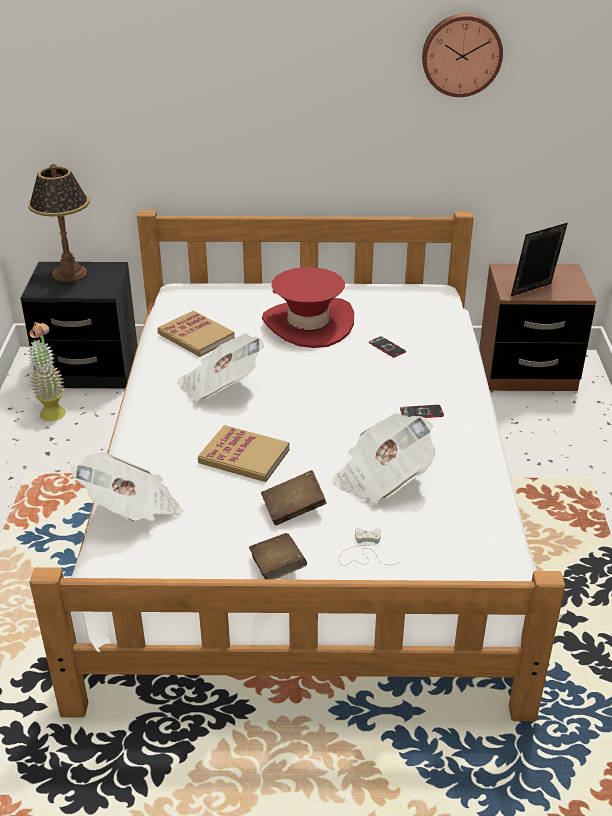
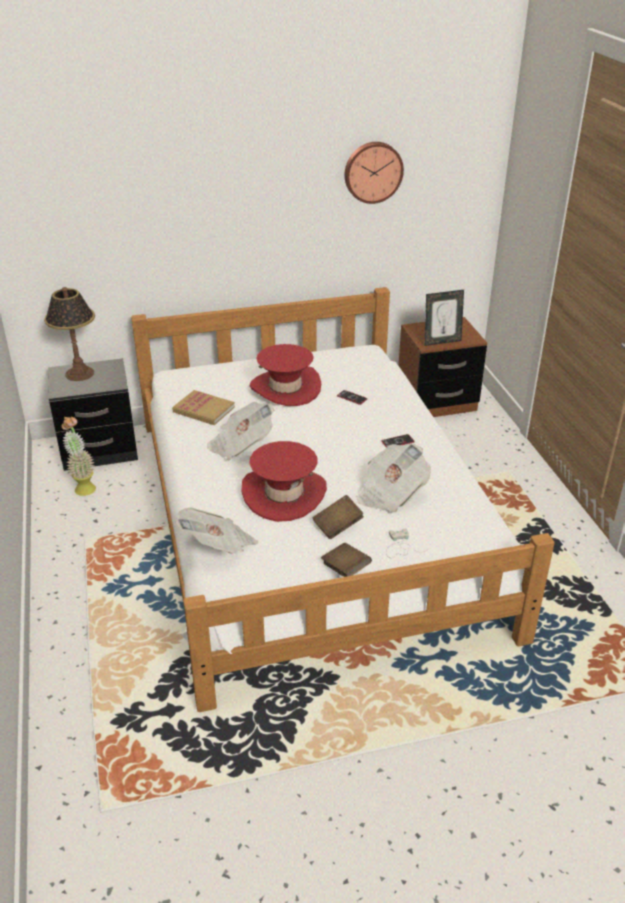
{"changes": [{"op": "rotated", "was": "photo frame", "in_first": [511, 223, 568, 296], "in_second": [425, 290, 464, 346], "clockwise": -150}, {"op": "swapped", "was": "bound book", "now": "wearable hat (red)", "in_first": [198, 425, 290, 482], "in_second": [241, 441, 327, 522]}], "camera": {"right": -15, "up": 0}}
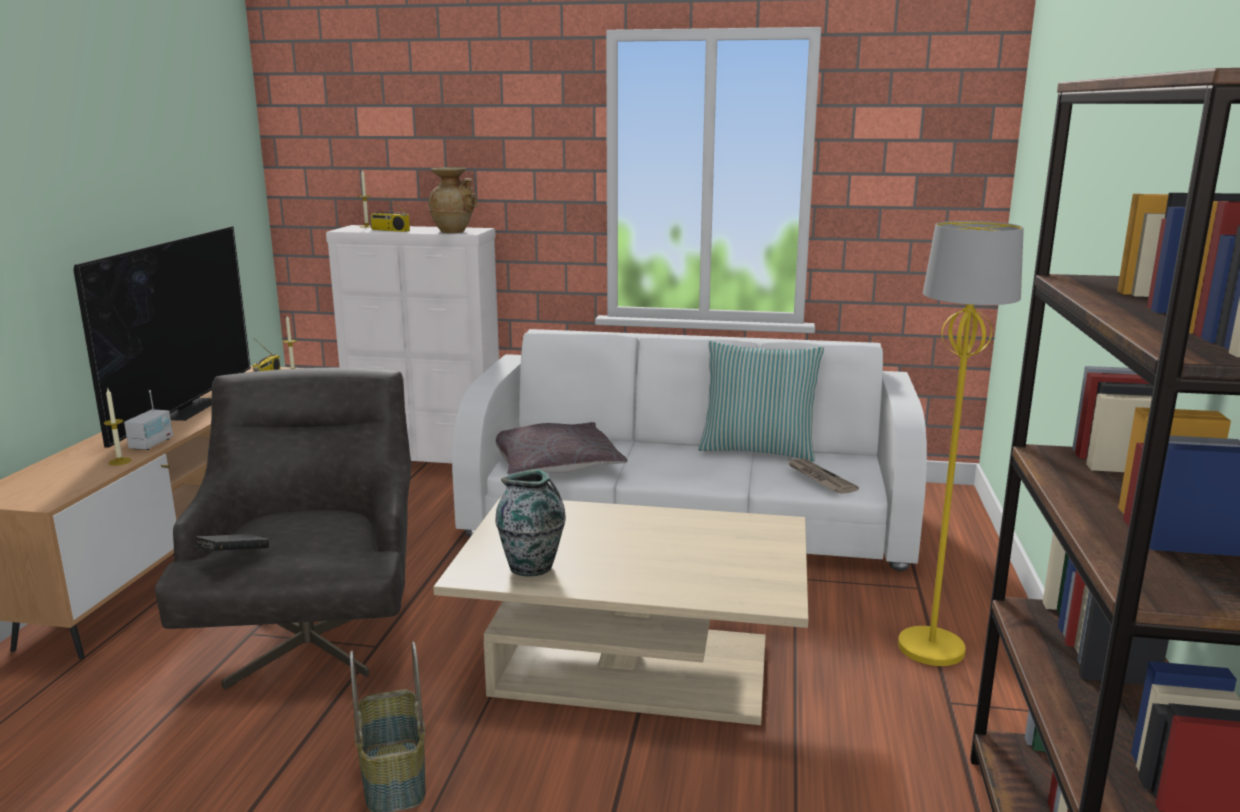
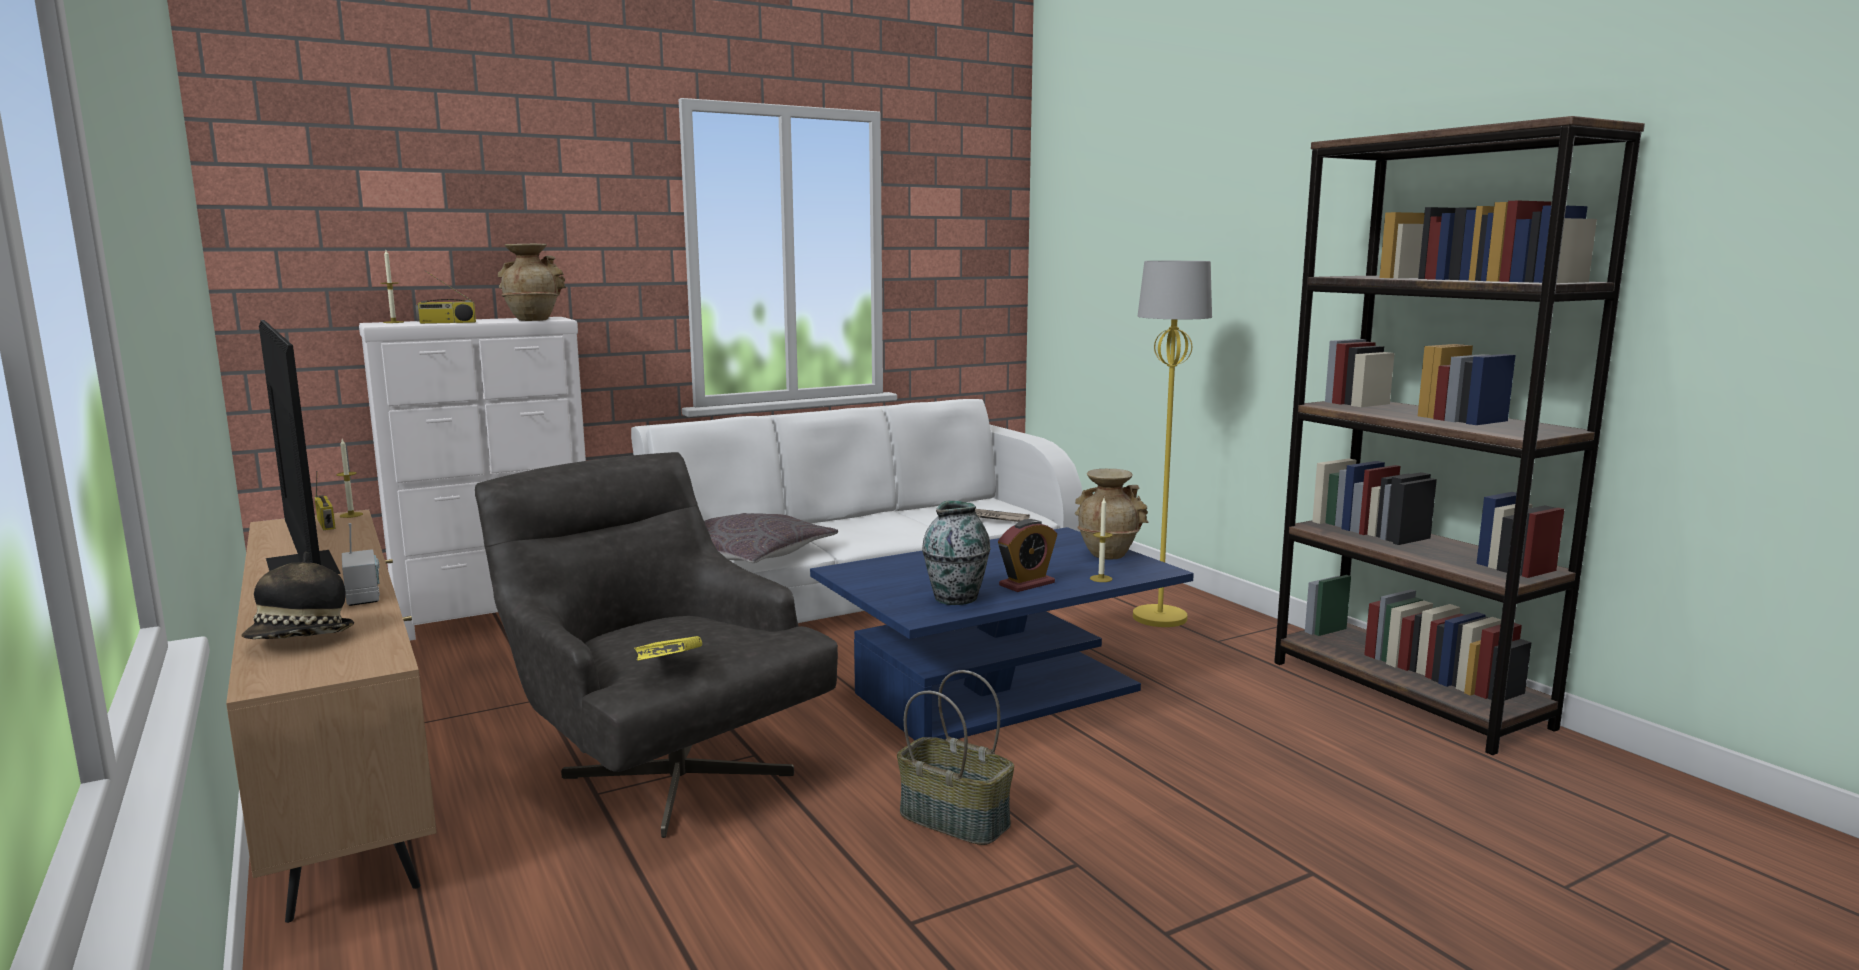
{"changes": [{"op": "gone", "was": "throw pillow", "in_first": [698, 341, 824, 462]}, {"op": "shifted", "was": "wax candle", "in_first": [104, 387, 132, 465], "in_second": [1090, 498, 1113, 582]}, {"op": "repainted", "was": "coffee table (beige-coloured)", "now": "coffee table (bluish)", "in_first": [433, 496, 808, 725], "in_second": [810, 527, 1194, 740]}, {"op": "repainted", "was": "bound book (black)", "now": "bound book (yellowish)", "in_first": [195, 534, 269, 551], "in_second": [634, 636, 702, 661]}, {"op": "new", "now": "decorative vase (beige-coloured)", "in_second": [1075, 469, 1149, 559]}, {"op": "new", "now": "table clock", "in_second": [998, 519, 1057, 592]}, {"op": "new", "now": "wearable hat", "in_second": [242, 552, 354, 639]}], "camera": {"right": -40, "up": -5}}
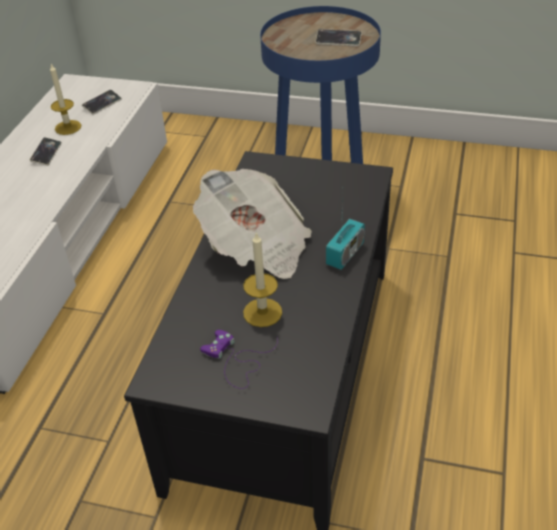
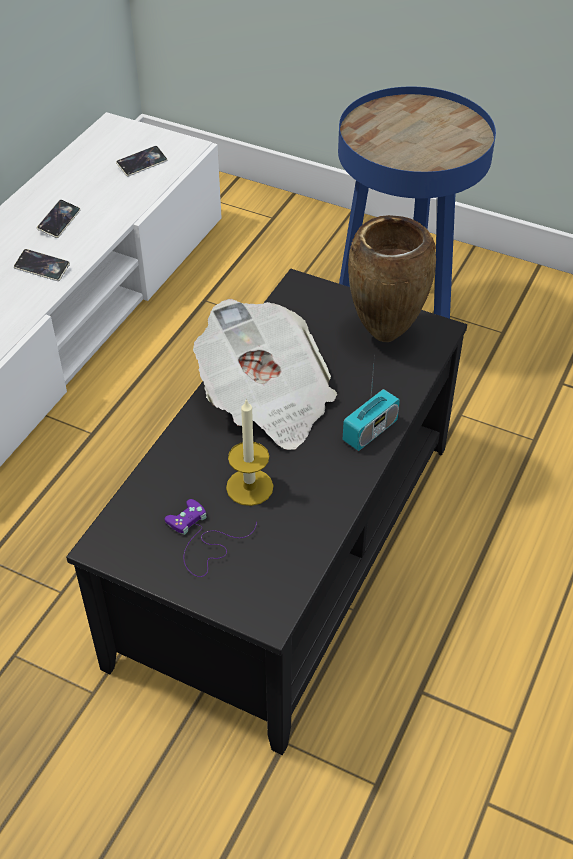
{"changes": [{"op": "shifted", "was": "phone", "in_first": [315, 29, 362, 46], "in_second": [14, 249, 70, 281]}, {"op": "gone", "was": "wax candle", "in_first": [50, 64, 81, 135]}, {"op": "new", "now": "decorative vase (brown-coloured)", "in_second": [348, 215, 436, 342]}], "camera": {"right": 10, "up": 5}}
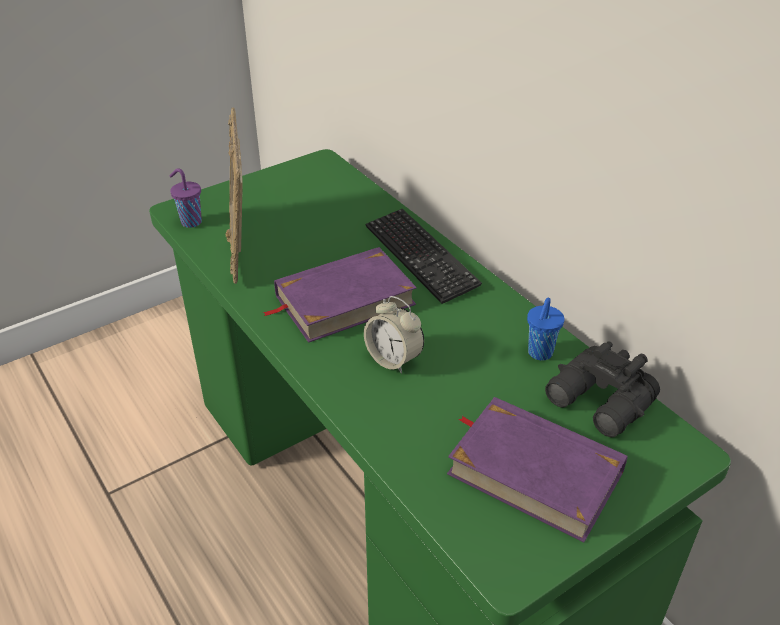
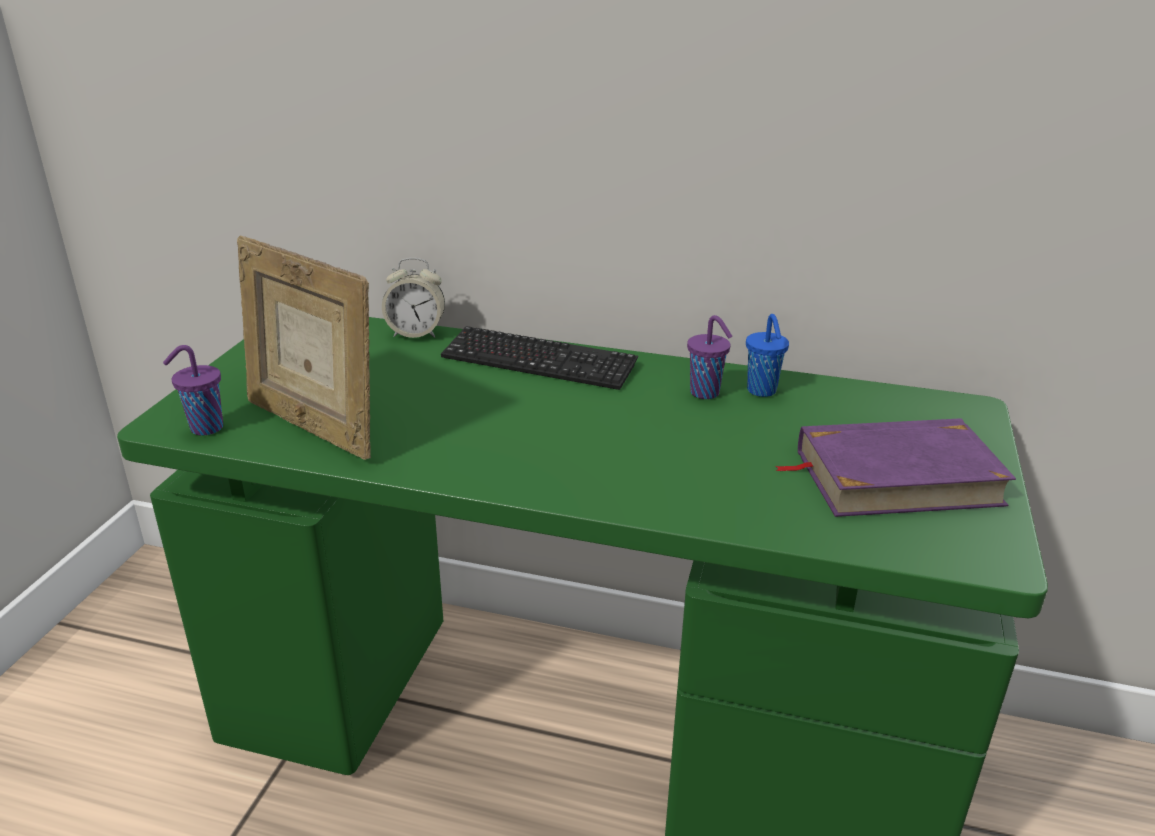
{"changes": [{"op": "gone", "was": "bound book (purple-coloured)", "in_first": [263, 247, 417, 343]}, {"op": "shifted", "was": "table clock", "in_first": [364, 296, 424, 374], "in_second": [382, 258, 445, 338]}, {"op": "gone", "was": "field glasses (black)", "in_first": [545, 341, 660, 437]}, {"op": "new", "now": "drinking cup (purple-coloured)", "in_second": [687, 315, 732, 399]}], "camera": {"right": -40, "up": -10}}
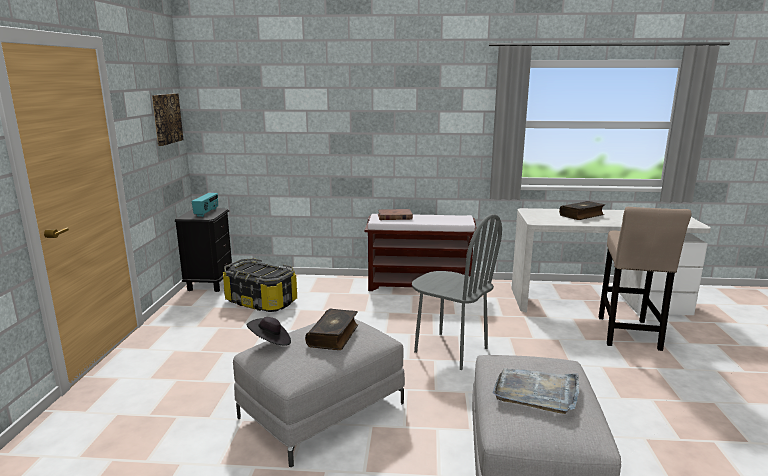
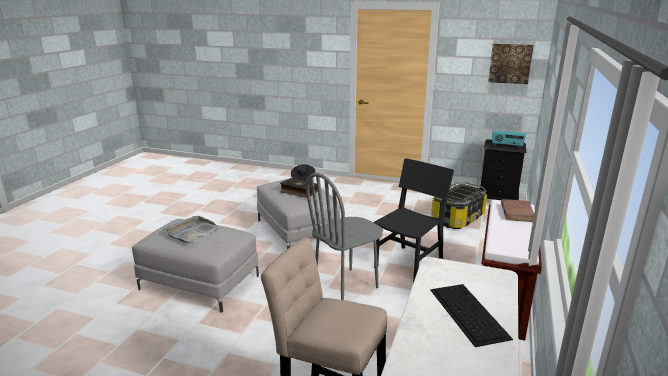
{"changes": [{"op": "swapped", "was": "bound book", "now": "keyboard", "in_first": [559, 201, 605, 220], "in_second": [430, 284, 513, 347]}, {"op": "new", "now": "plain chair (black)", "in_second": [374, 158, 454, 283]}], "camera": {"right": 105, "up": 5}}
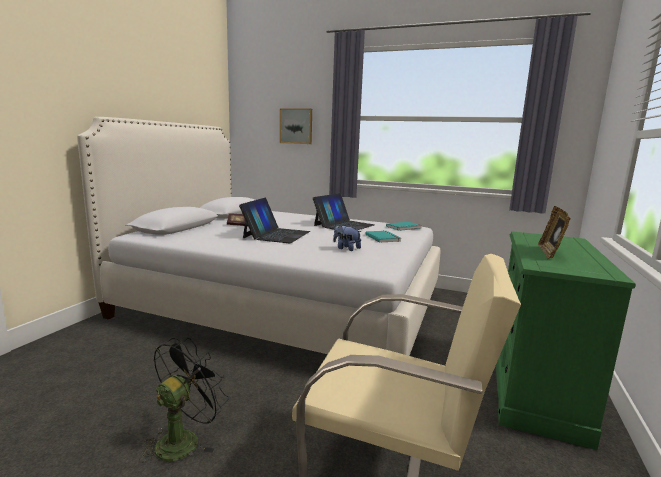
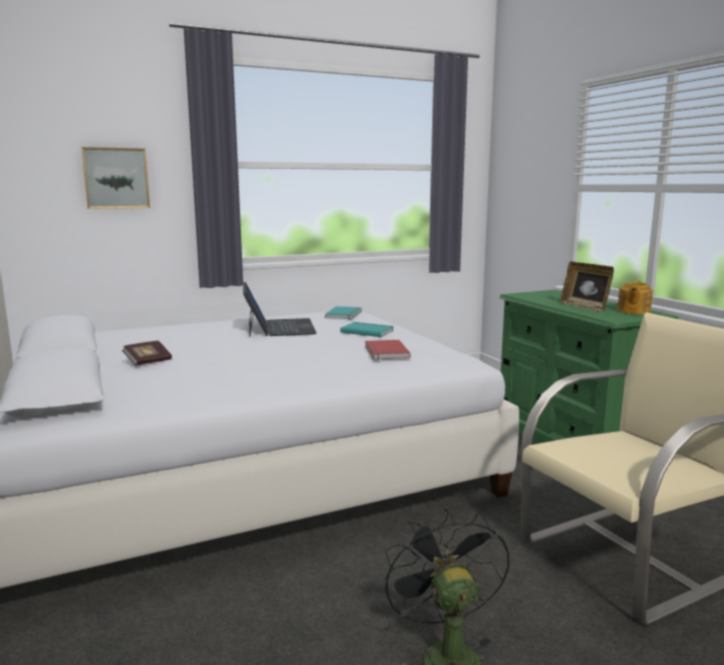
{"changes": [{"op": "gone", "was": "laptop", "in_first": [239, 197, 310, 243]}, {"op": "swapped", "was": "soft toy", "now": "bound book (red)", "in_first": [333, 224, 361, 251], "in_second": [365, 340, 411, 360]}, {"op": "new", "now": "pot for tea", "in_second": [617, 281, 653, 314]}], "camera": {"right": -45, "up": 0}}
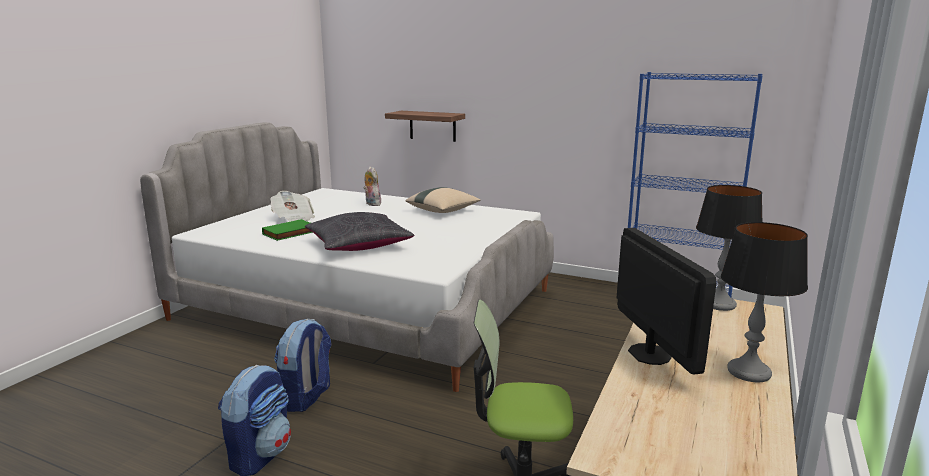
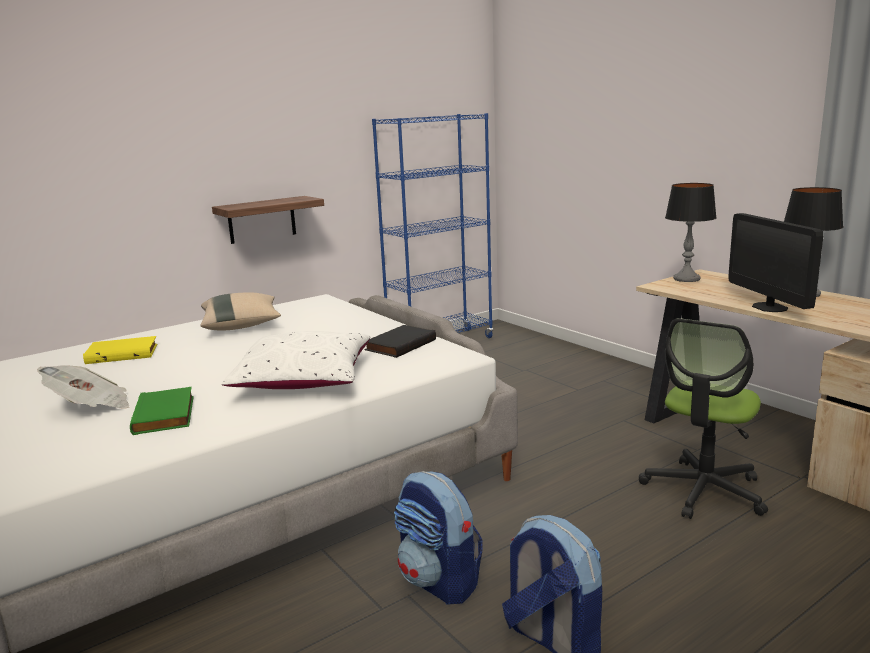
{"changes": [{"op": "shifted", "was": "wall shelf", "in_first": [385, 111, 465, 142], "in_second": [212, 196, 324, 244]}, {"op": "swapped", "was": "soft toy", "now": "bound book (yellowish)", "in_first": [364, 167, 381, 206], "in_second": [83, 336, 157, 364]}, {"op": "repainted", "was": "throw pillow (black)", "now": "throw pillow (white)", "in_first": [305, 212, 415, 251], "in_second": [222, 331, 370, 389]}, {"op": "rotated", "was": "monitor", "in_first": [617, 228, 716, 375], "in_second": [728, 213, 823, 312], "clockwise": -120}, {"op": "new", "now": "bound book (black)", "in_second": [365, 325, 436, 358]}], "camera": {"right": -60, "up": 0}}
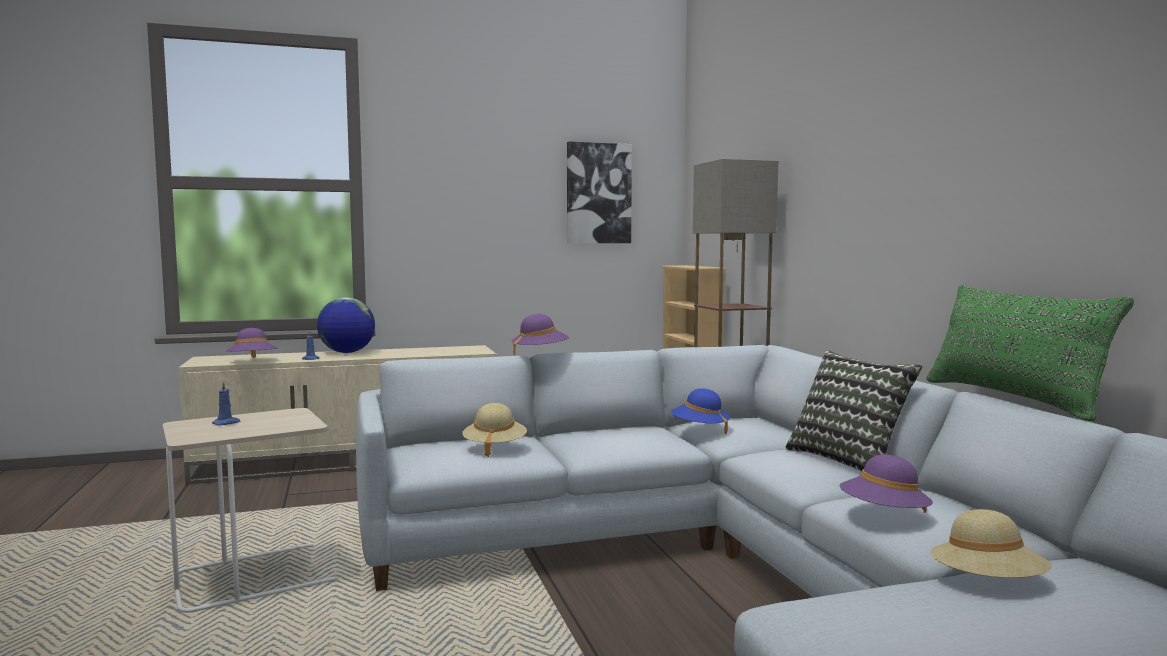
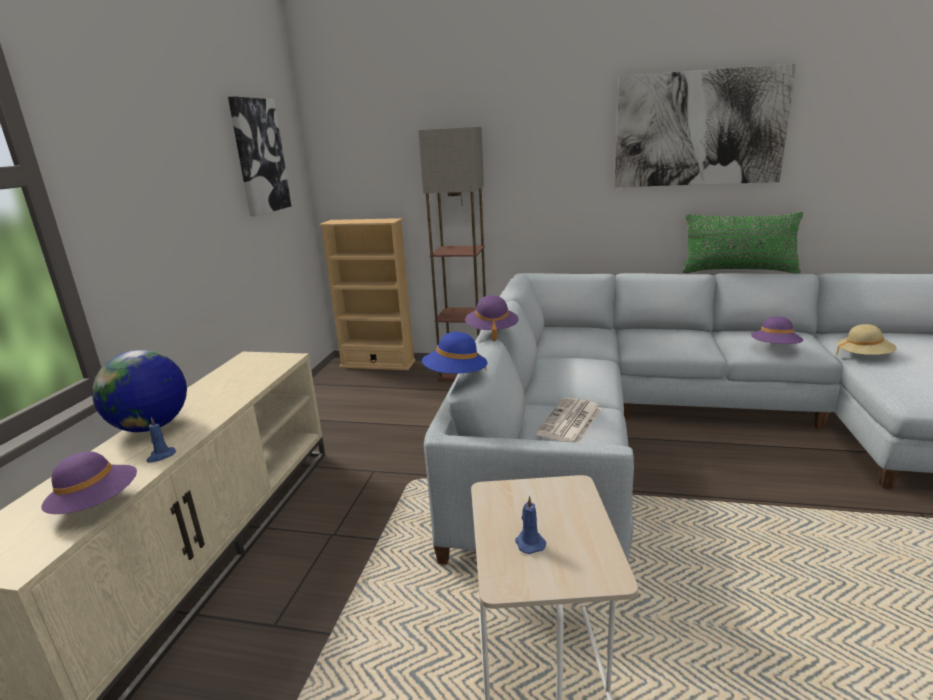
{"changes": [{"op": "gone", "was": "throw pillow", "in_first": [786, 350, 922, 471]}, {"op": "shifted", "was": "wearable hat (bluish)", "in_first": [671, 388, 730, 434], "in_second": [422, 332, 488, 374]}, {"op": "swapped", "was": "wearable hat (beige-coloured)", "now": "printed paper", "in_first": [462, 403, 527, 457], "in_second": [536, 397, 602, 443]}, {"op": "new", "now": "picture", "in_second": [614, 64, 797, 187]}], "camera": {"right": -60, "up": 15}}
